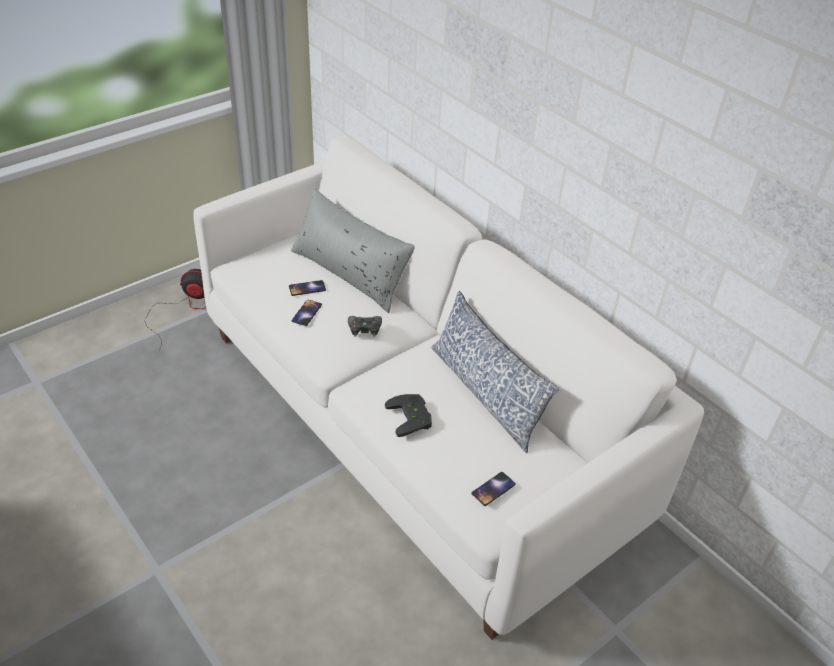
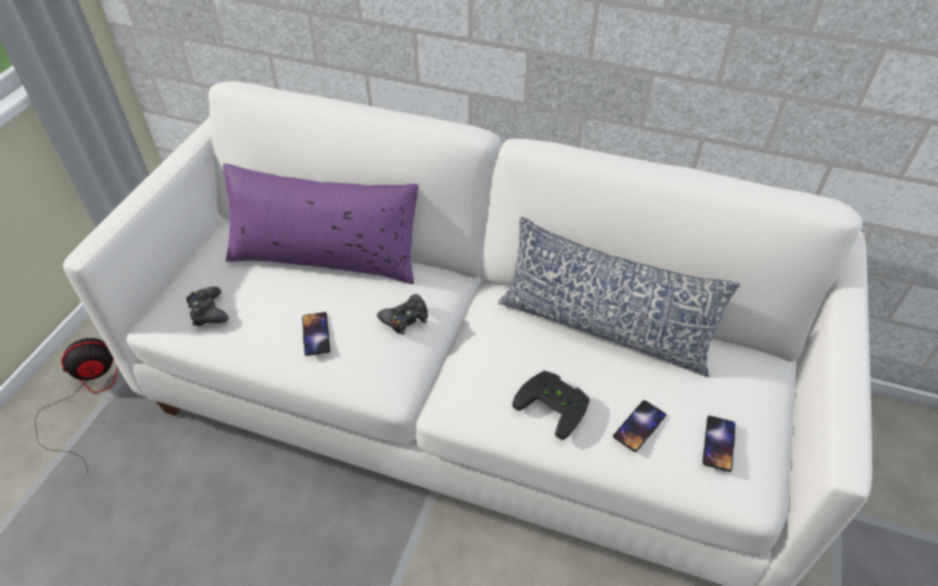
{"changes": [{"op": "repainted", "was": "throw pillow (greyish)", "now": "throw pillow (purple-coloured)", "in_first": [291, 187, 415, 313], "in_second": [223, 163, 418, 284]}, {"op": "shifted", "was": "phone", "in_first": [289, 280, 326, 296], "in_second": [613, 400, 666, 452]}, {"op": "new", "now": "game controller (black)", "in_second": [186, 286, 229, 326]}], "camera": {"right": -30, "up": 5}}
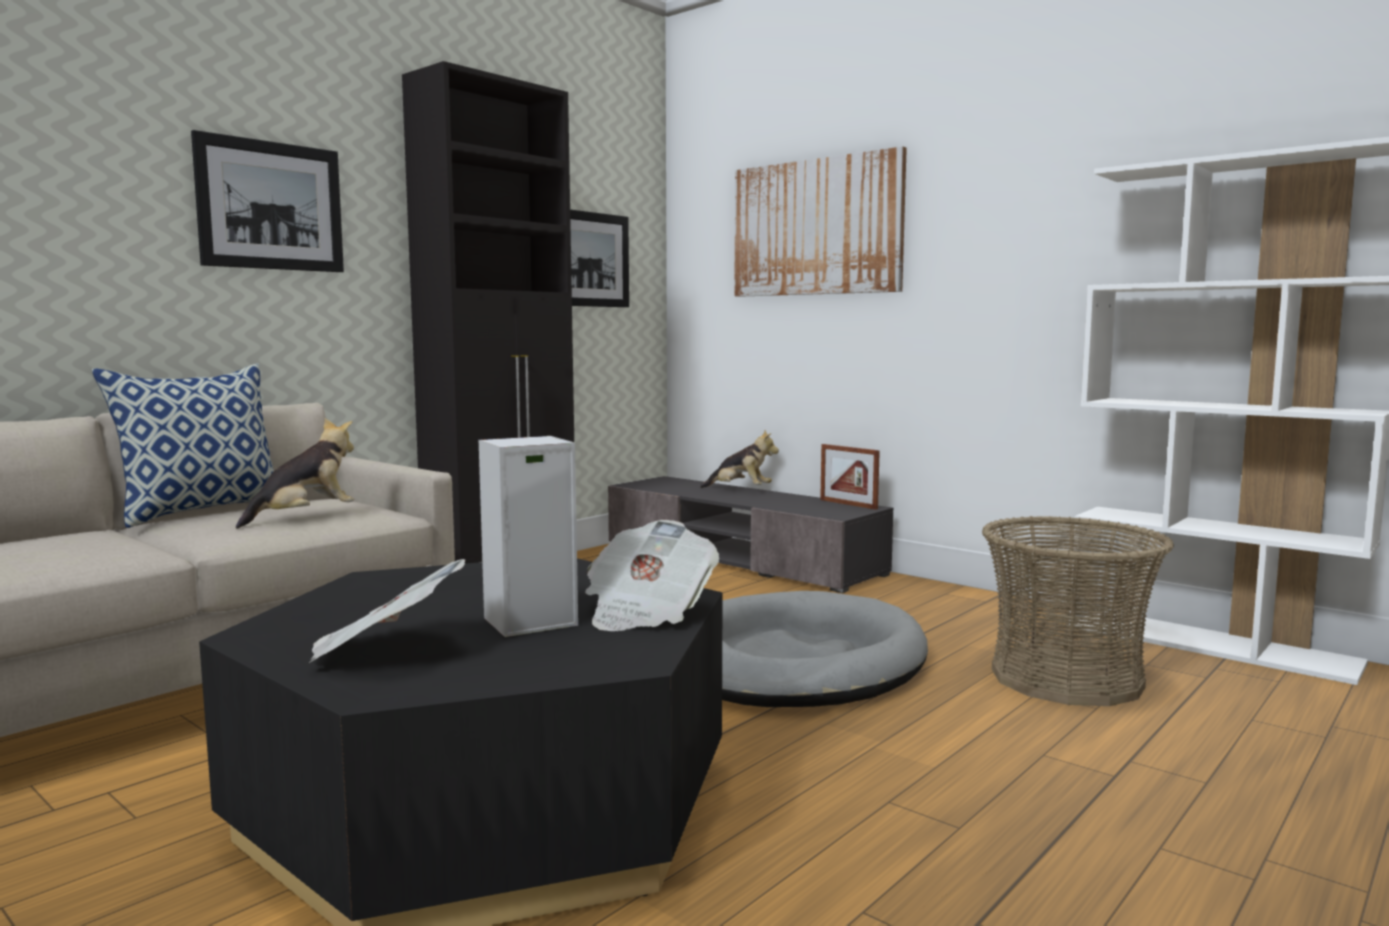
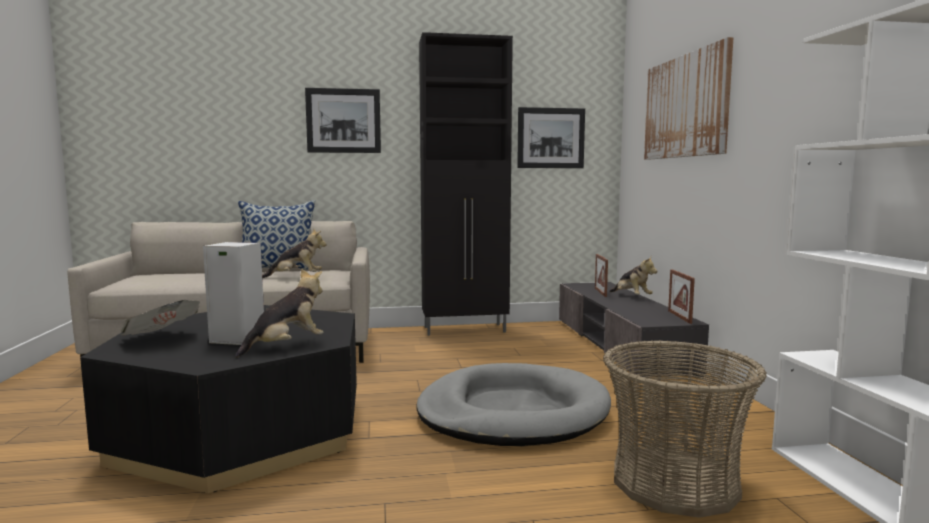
{"changes": [{"op": "swapped", "was": "printed paper", "now": "soft toy", "in_first": [585, 520, 720, 631], "in_second": [235, 268, 324, 358]}, {"op": "new", "now": "photo frame", "in_second": [595, 254, 608, 297]}], "camera": {"right": 40, "up": 0}}
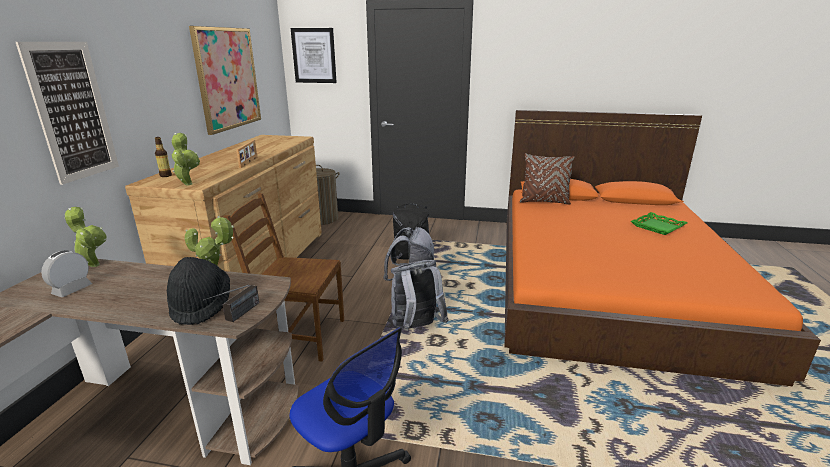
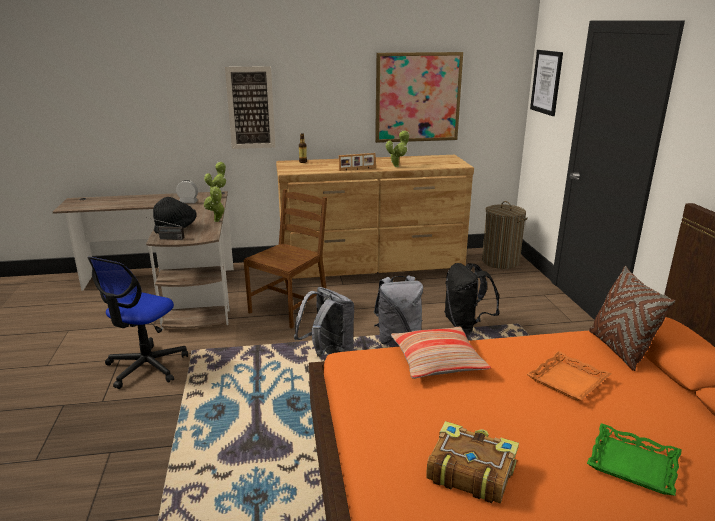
{"changes": [{"op": "shifted", "was": "houseplant", "in_first": [171, 133, 200, 185], "in_second": [386, 130, 409, 167]}, {"op": "rotated", "was": "plain chair (brown-coloured)", "in_first": [224, 193, 344, 362], "in_second": [244, 189, 327, 329], "clockwise": 45}, {"op": "new", "now": "throw pillow", "in_second": [391, 327, 491, 379]}, {"op": "new", "now": "serving tray (orange-coloured)", "in_second": [527, 351, 611, 401]}, {"op": "new", "now": "bound book", "in_second": [426, 421, 519, 504]}], "camera": {"right": 70, "up": 0}}
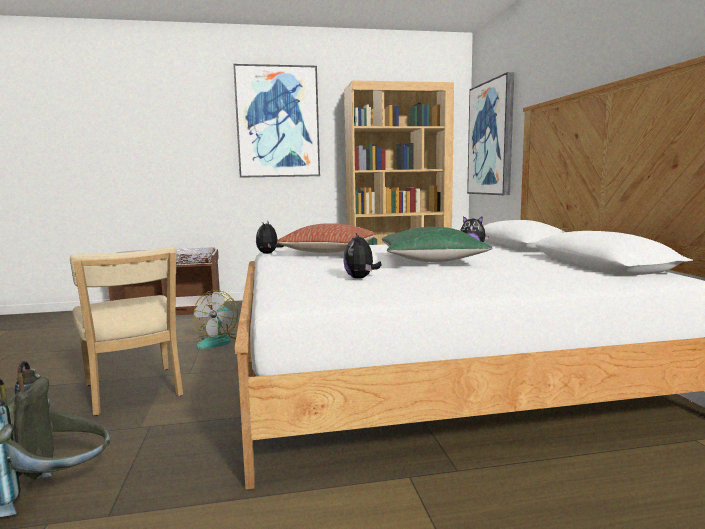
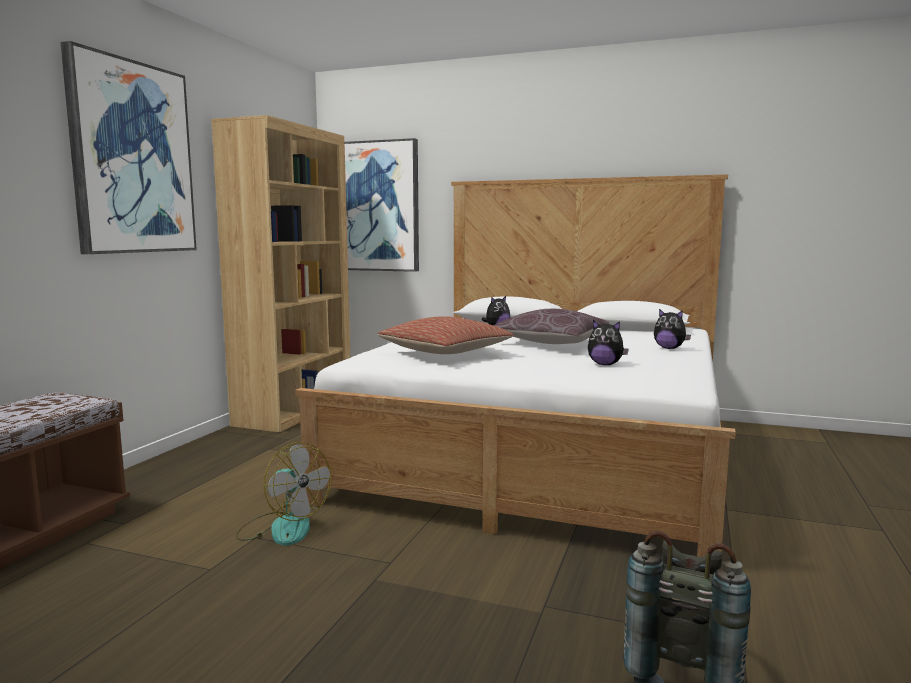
{"changes": [{"op": "shifted", "was": "soft toy", "in_first": [256, 222, 284, 254], "in_second": [654, 309, 691, 349]}, {"op": "repainted", "was": "throw pillow (green-coloured)", "now": "throw pillow (brown-coloured)", "in_first": [382, 227, 493, 262], "in_second": [494, 309, 610, 344]}, {"op": "gone", "was": "plain chair (beige-coloured)", "in_first": [70, 246, 183, 416]}], "camera": {"right": -60, "up": 0}}
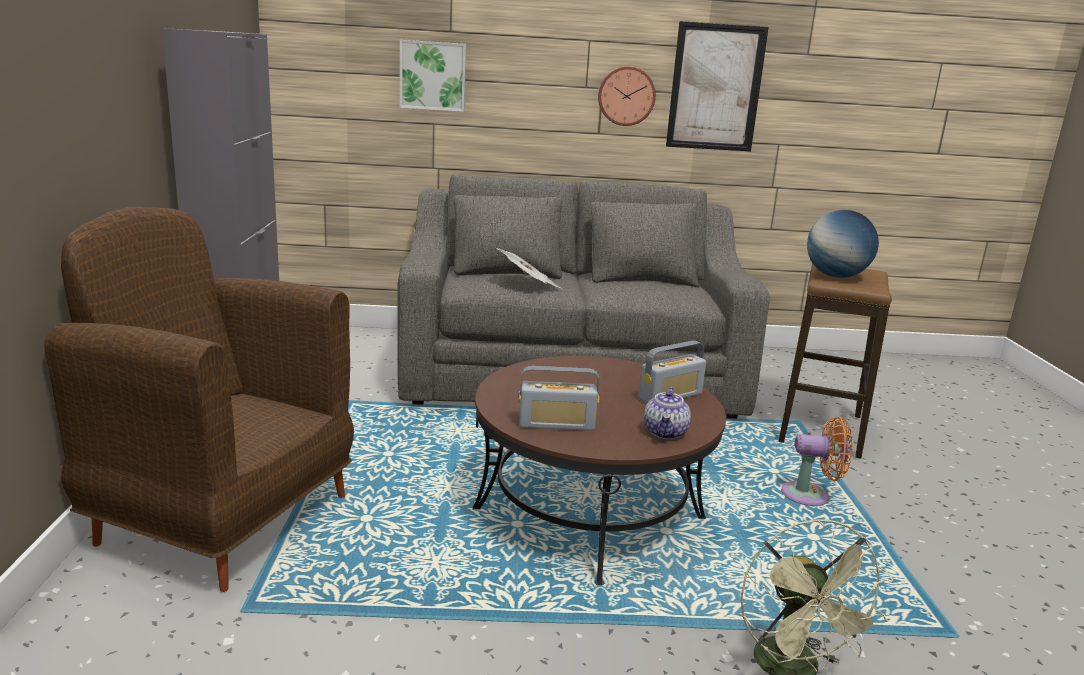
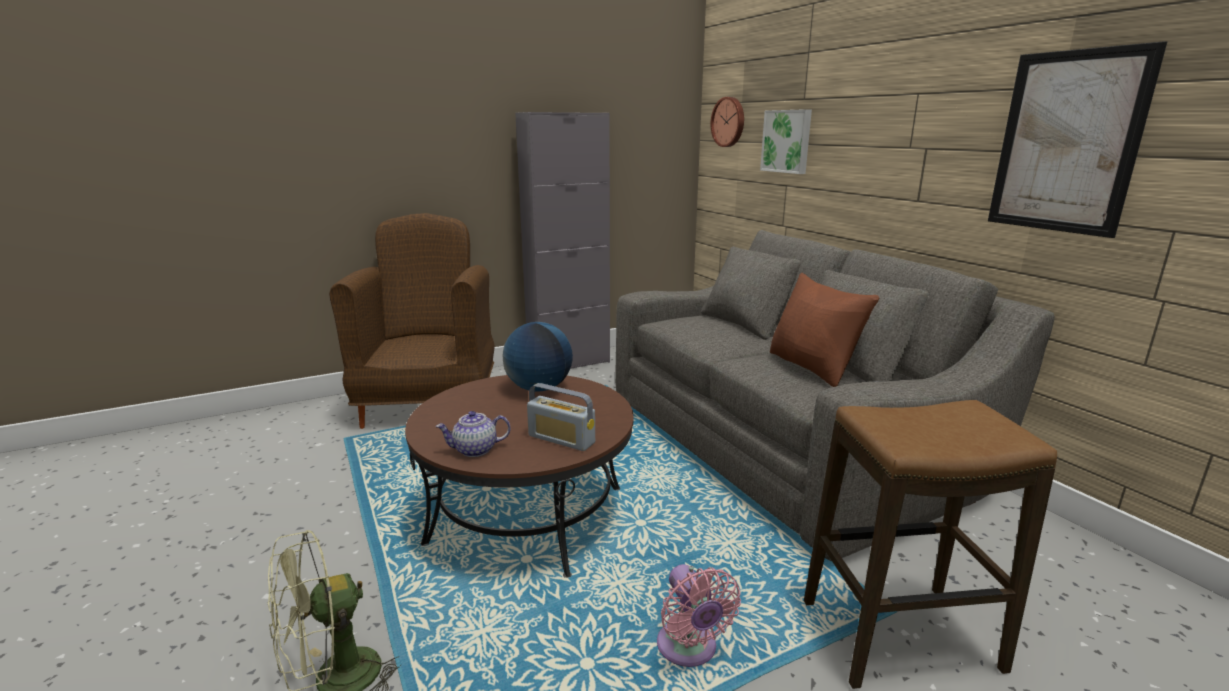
{"changes": [{"op": "shifted", "was": "wall clock", "in_first": [598, 66, 656, 126], "in_second": [710, 97, 744, 147]}, {"op": "shifted", "was": "world globe", "in_first": [807, 210, 879, 278], "in_second": [503, 322, 573, 392]}, {"op": "gone", "was": "printed paper", "in_first": [496, 248, 563, 289]}, {"op": "gone", "was": "radio set", "in_first": [519, 366, 599, 431]}, {"op": "repainted", "was": "electric fan (orange-coloured)", "now": "electric fan (pink-coloured)", "in_first": [781, 417, 853, 506], "in_second": [657, 564, 741, 667]}, {"op": "new", "now": "throw pillow (brown-coloured)", "in_second": [770, 273, 879, 387]}], "camera": {"right": 65, "up": 0}}
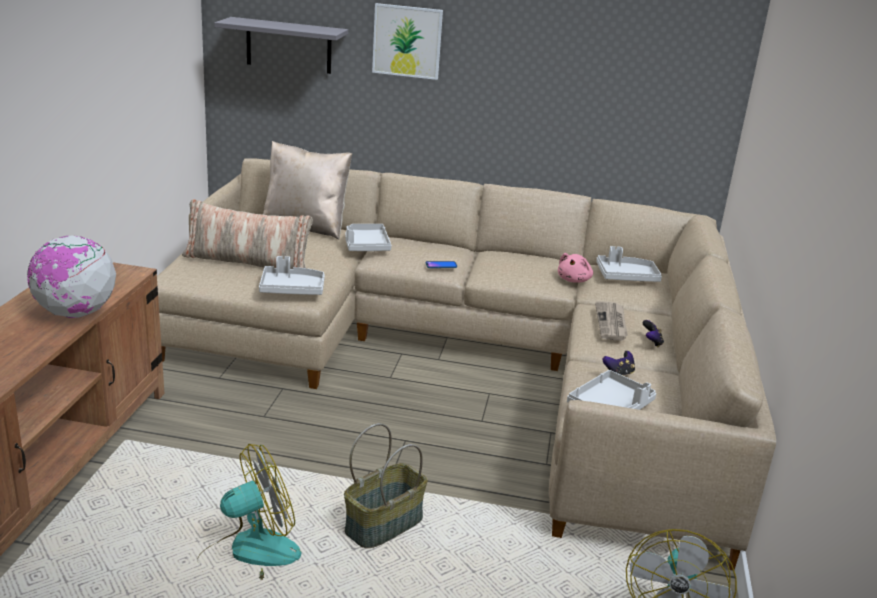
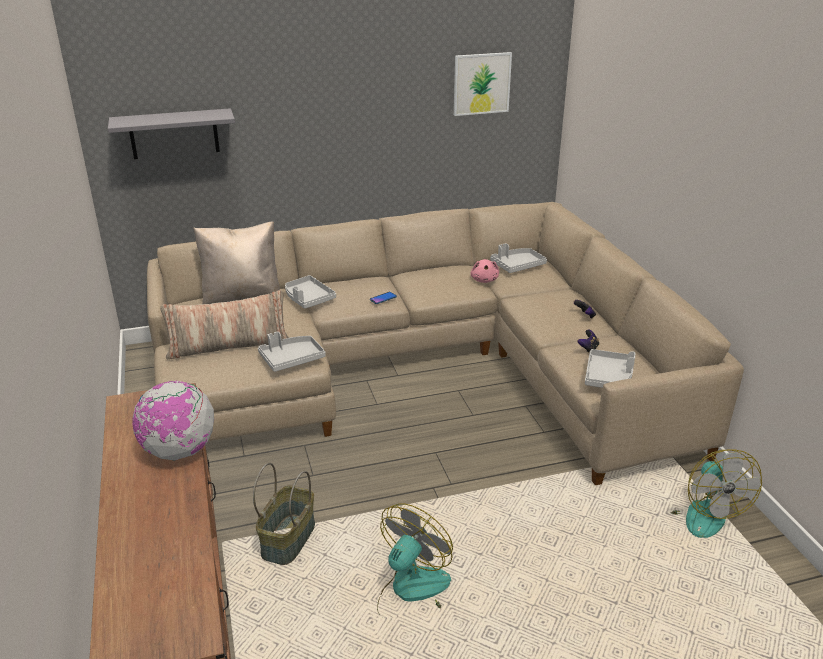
{"changes": [{"op": "shifted", "was": "picture", "in_first": [372, 3, 443, 80], "in_second": [454, 52, 512, 116]}, {"op": "gone", "was": "printed paper", "in_first": [595, 301, 628, 341]}, {"op": "shifted", "was": "household basket", "in_first": [344, 423, 428, 548], "in_second": [253, 463, 315, 565]}], "camera": {"right": -25, "up": 5}}
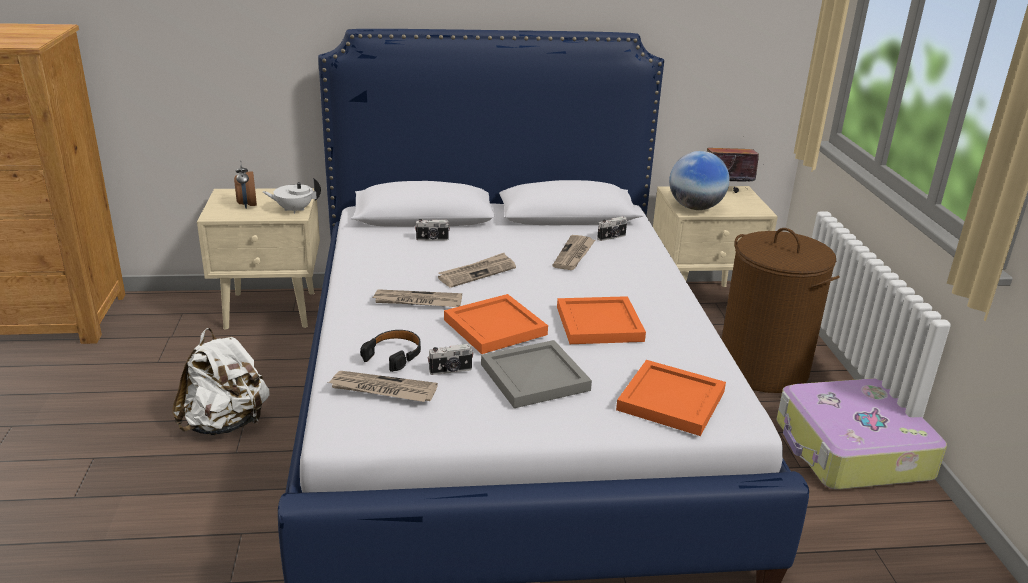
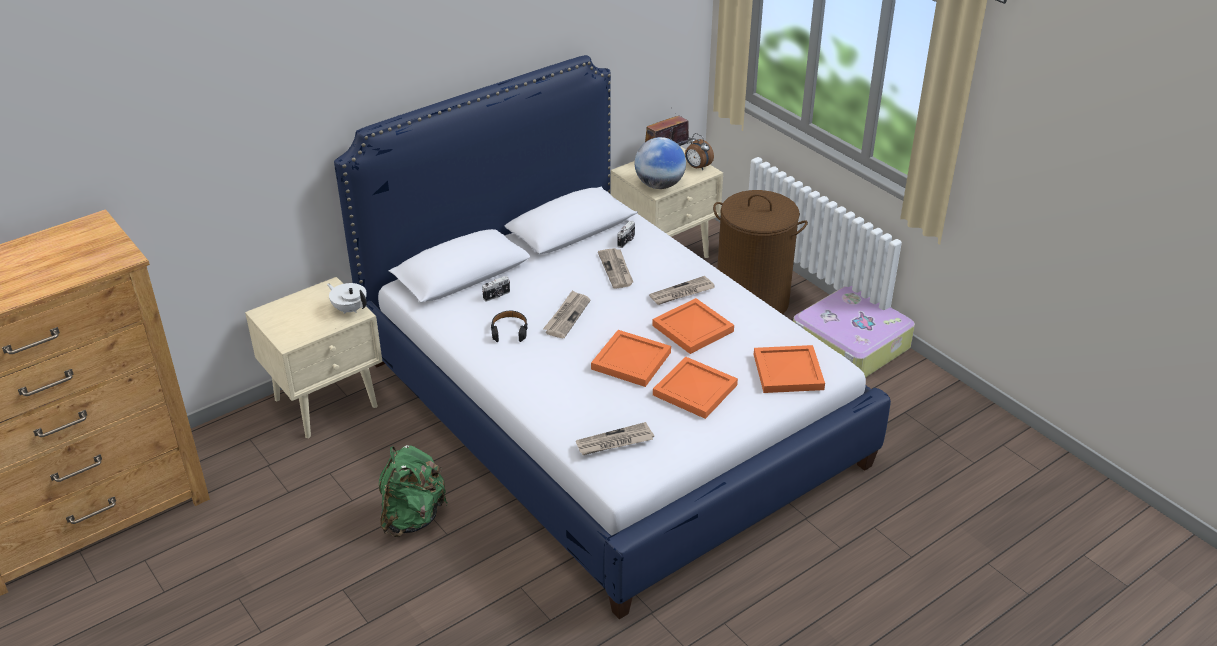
{"changes": [{"op": "shifted", "was": "table clock", "in_first": [234, 160, 257, 209], "in_second": [685, 133, 714, 170]}, {"op": "rotated", "was": "pot for tea (white)", "in_first": [263, 178, 321, 214], "in_second": [327, 283, 367, 314], "clockwise": 75}, {"op": "shifted", "was": "printed paper", "in_first": [372, 289, 462, 307], "in_second": [649, 276, 715, 305]}, {"op": "repainted", "was": "knapsack (white)", "now": "knapsack (green-coloured)", "in_first": [172, 328, 270, 435], "in_second": [379, 445, 447, 537]}, {"op": "shifted", "was": "pair of headphones (black)", "in_first": [360, 330, 421, 372], "in_second": [491, 311, 528, 342]}, {"op": "repainted", "was": "serving tray (greyish)", "now": "serving tray (orange-coloured)", "in_first": [481, 340, 592, 408], "in_second": [653, 357, 738, 419]}, {"op": "gone", "was": "photo camera", "in_first": [427, 344, 474, 375]}], "camera": {"right": -30, "up": 10}}
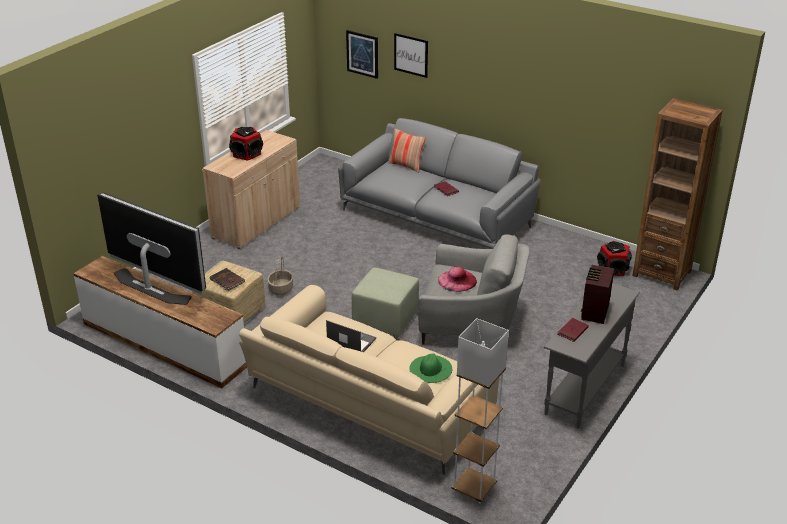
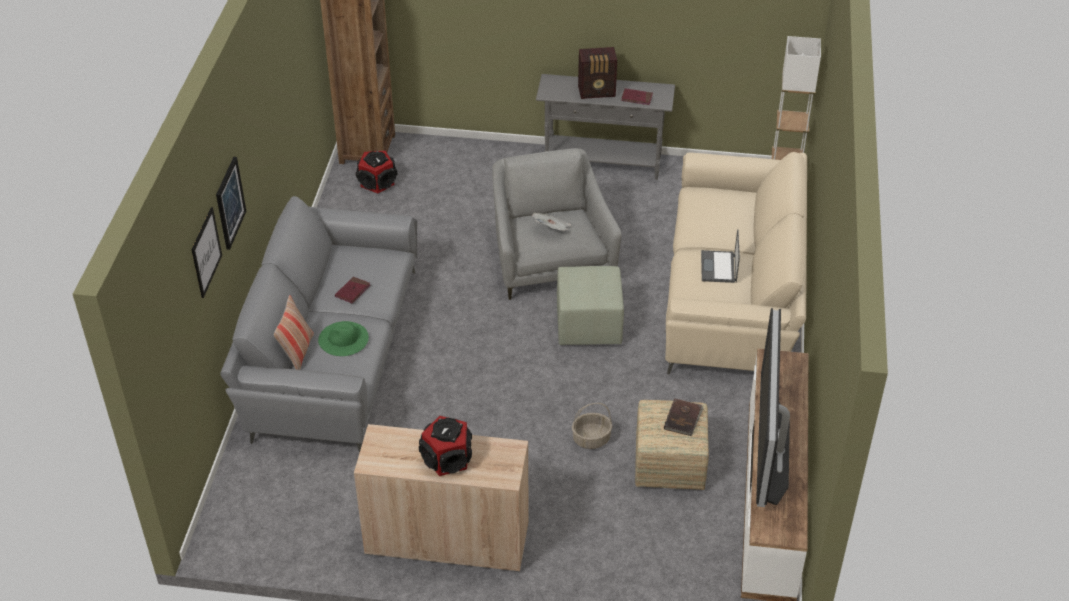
{"changes": [{"op": "shifted", "was": "picture", "in_first": [346, 30, 378, 79], "in_second": [216, 157, 246, 250]}, {"op": "swapped", "was": "wearable hat (pink-coloured)", "now": "printed paper", "in_first": [438, 267, 477, 292], "in_second": [532, 213, 571, 231]}, {"op": "shifted", "was": "wearable hat (green-coloured)", "in_first": [409, 353, 452, 383], "in_second": [318, 321, 369, 356]}], "camera": {"right": -115, "up": 10}}
